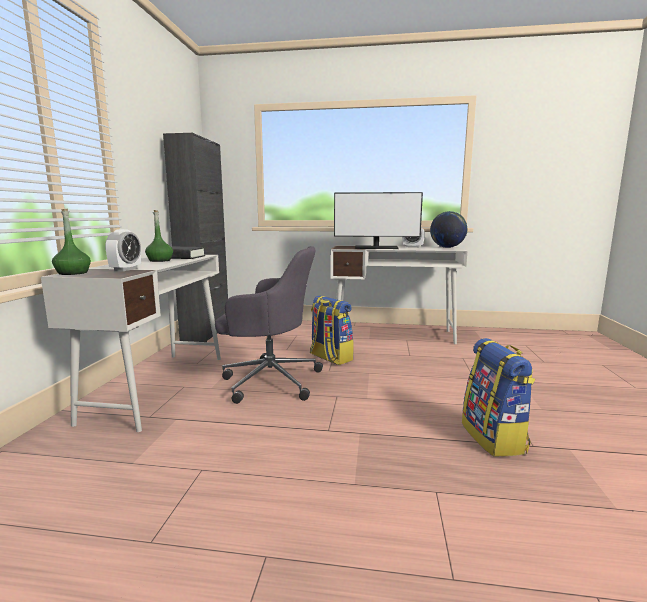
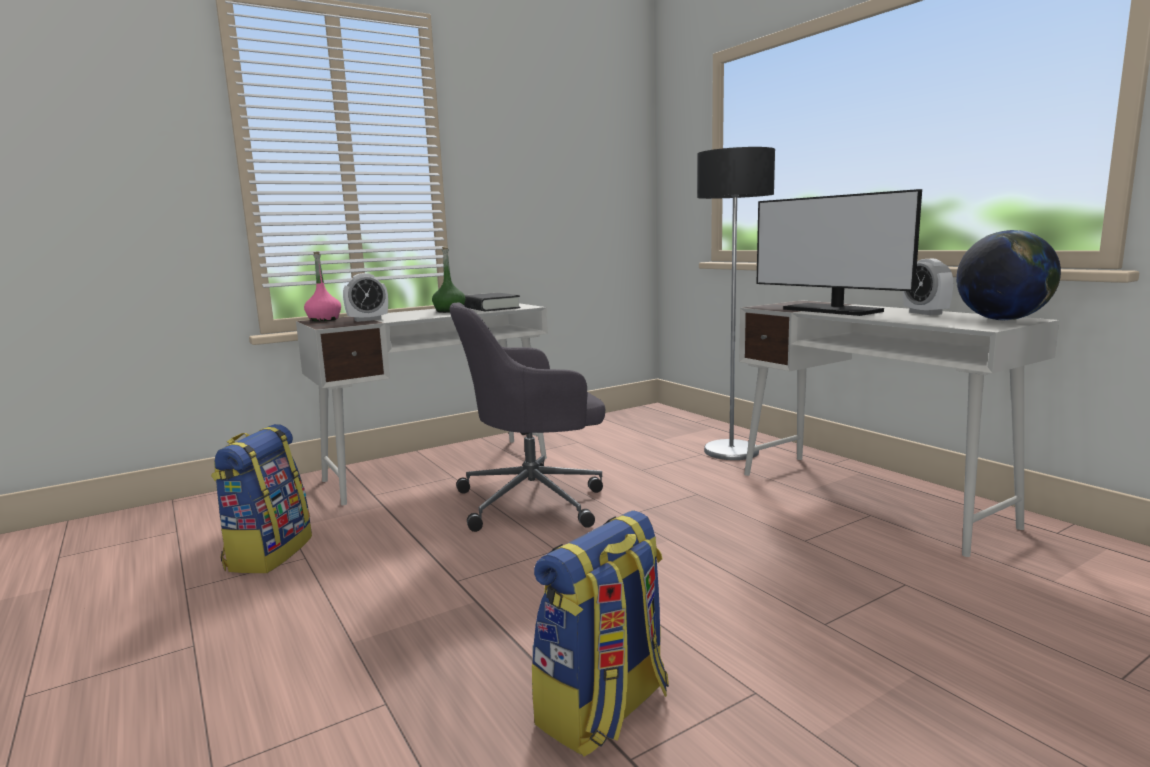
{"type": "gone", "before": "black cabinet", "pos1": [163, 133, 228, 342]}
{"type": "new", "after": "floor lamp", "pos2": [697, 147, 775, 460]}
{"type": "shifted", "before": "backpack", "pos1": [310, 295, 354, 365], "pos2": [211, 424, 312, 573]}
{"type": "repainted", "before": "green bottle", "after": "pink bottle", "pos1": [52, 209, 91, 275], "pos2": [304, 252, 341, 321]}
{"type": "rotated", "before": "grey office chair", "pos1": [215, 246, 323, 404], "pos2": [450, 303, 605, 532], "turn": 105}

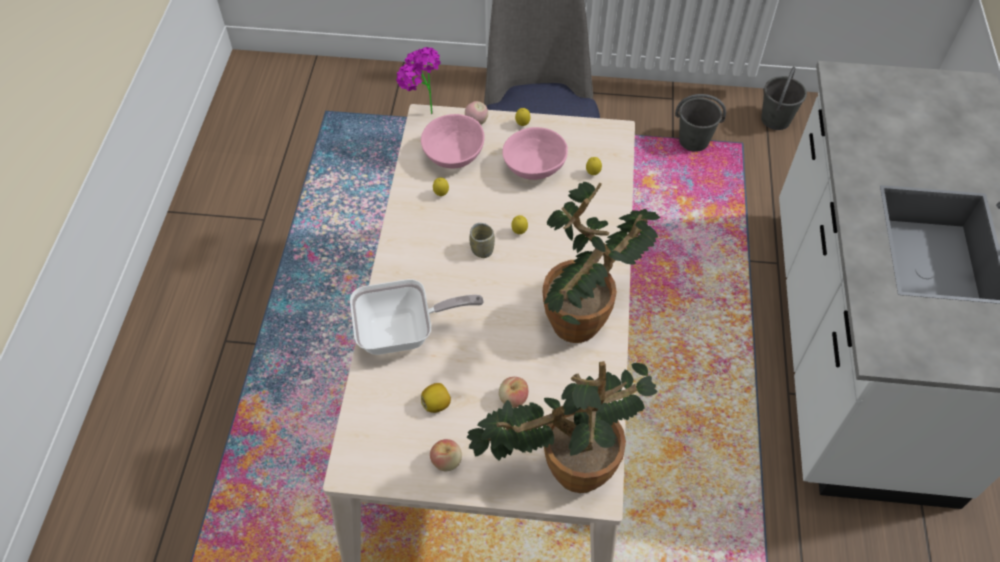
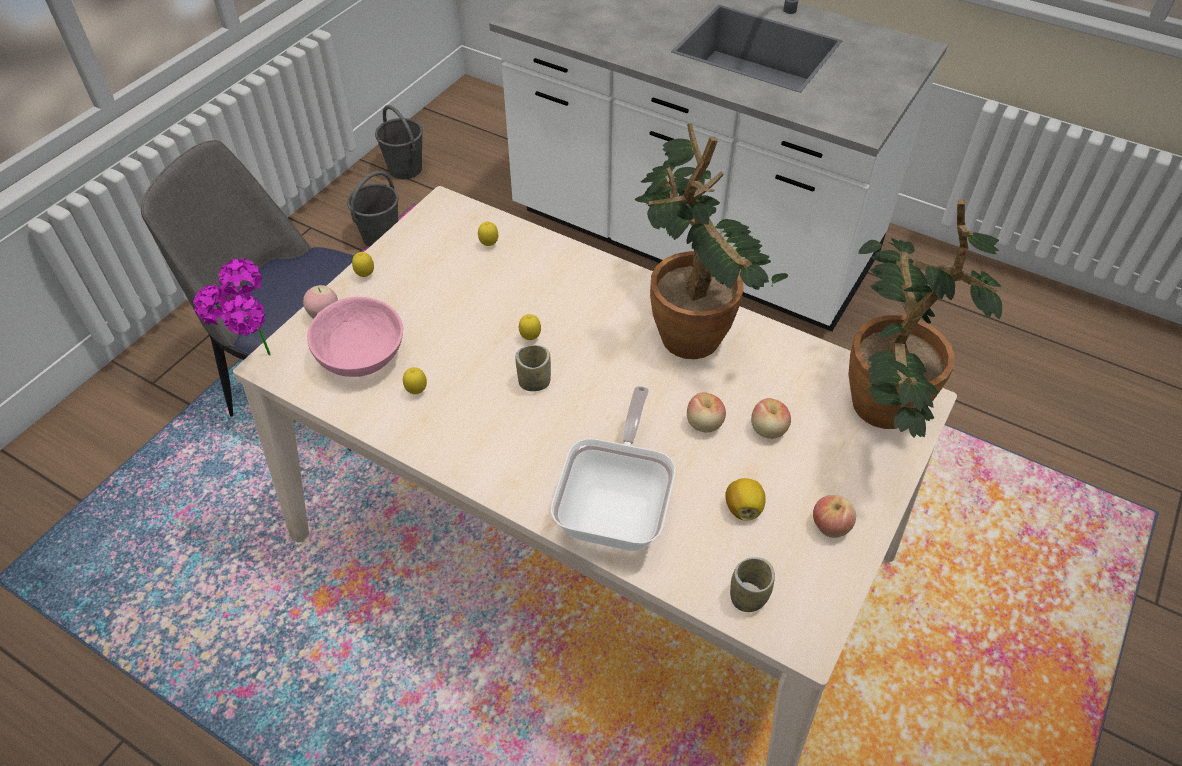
{"type": "gone", "before": "pink bowl", "pos1": [502, 127, 568, 180]}
{"type": "new", "after": "apple", "pos2": [687, 392, 726, 433]}
{"type": "new", "after": "cup", "pos2": [730, 557, 775, 612]}

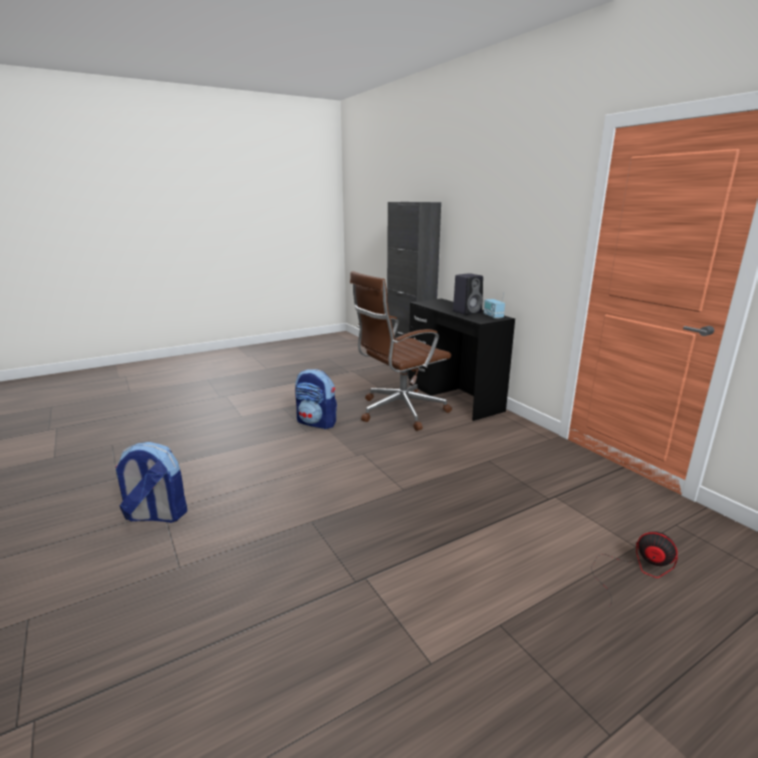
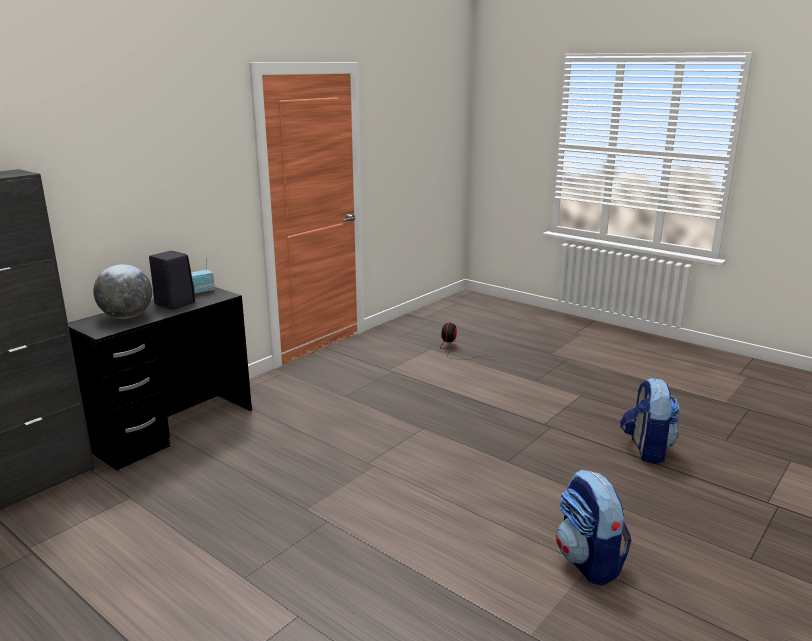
{"type": "gone", "before": "brown office chair", "pos1": [350, 271, 452, 431]}
{"type": "new", "after": "globe", "pos2": [93, 264, 152, 319]}
{"type": "shifted", "before": "backpack", "pos1": [295, 369, 337, 429], "pos2": [620, 377, 680, 464]}

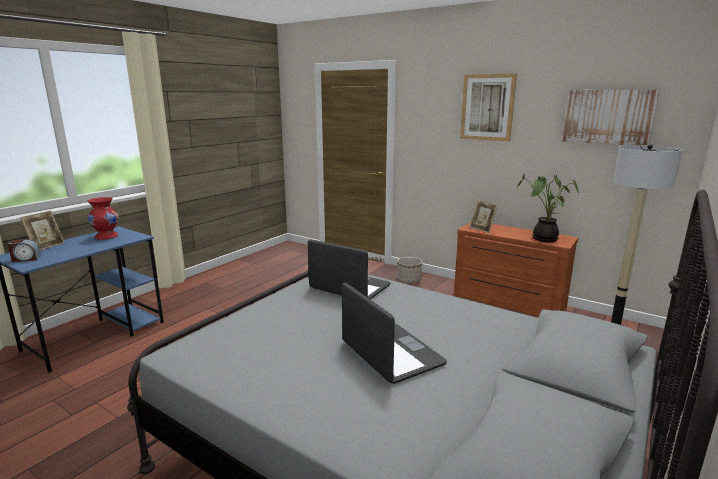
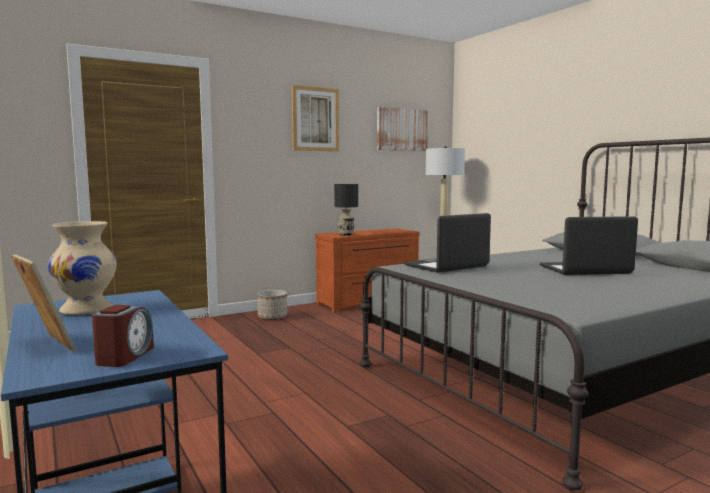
{"type": "gone", "before": "potted plant", "pos1": [517, 174, 579, 242]}
{"type": "swapped", "before": "picture frame", "after": "black table lamp", "pos1": [469, 200, 498, 233], "pos2": [334, 184, 358, 236]}
{"type": "repainted", "before": "red vase", "after": "beige vase", "pos1": [88, 197, 119, 240], "pos2": [48, 221, 117, 315]}

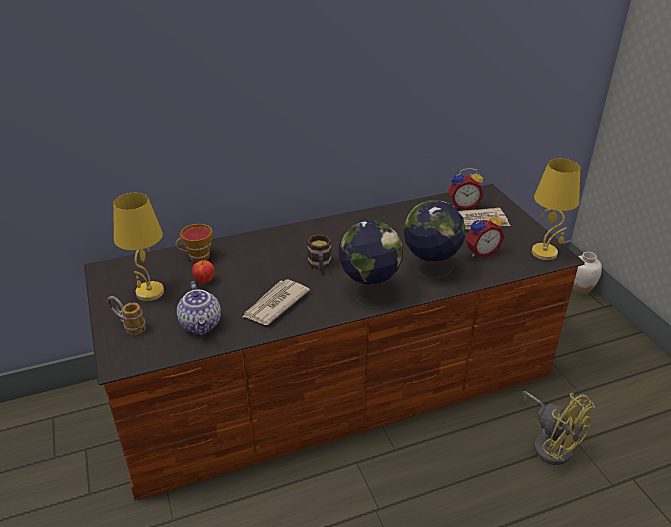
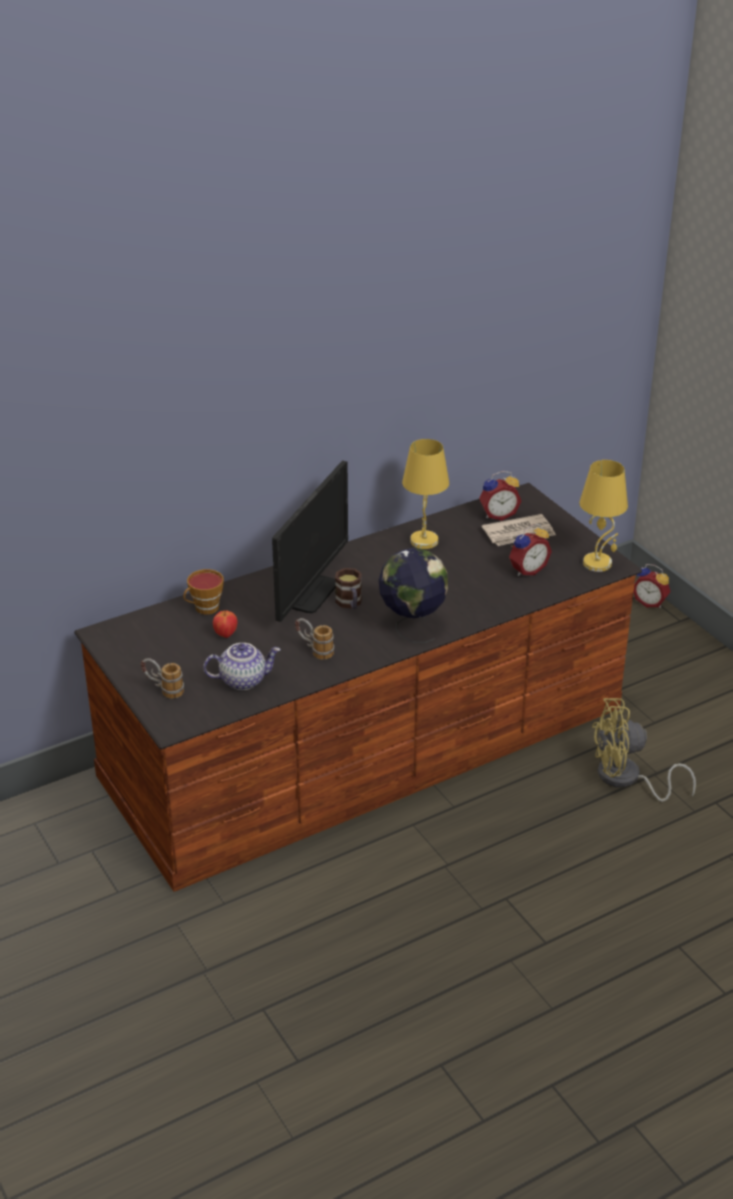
{"type": "gone", "before": "globe", "pos1": [403, 200, 466, 278]}
{"type": "new", "after": "monitor", "pos2": [272, 461, 348, 622]}
{"type": "shifted", "before": "yellow table lamp", "pos1": [113, 193, 164, 301], "pos2": [402, 439, 449, 549]}
{"type": "swapped", "before": "newspaper", "after": "mug", "pos1": [243, 279, 310, 325], "pos2": [295, 618, 334, 660]}
{"type": "swapped", "before": "white vase", "after": "alarm clock", "pos1": [572, 252, 602, 295], "pos2": [634, 564, 671, 608]}
{"type": "rotated", "before": "teapot", "pos1": [177, 281, 221, 335], "pos2": [203, 643, 281, 690], "turn": -75}
{"type": "rotated", "before": "yellow fan", "pos1": [522, 391, 595, 465], "pos2": [592, 698, 696, 802], "turn": 135}

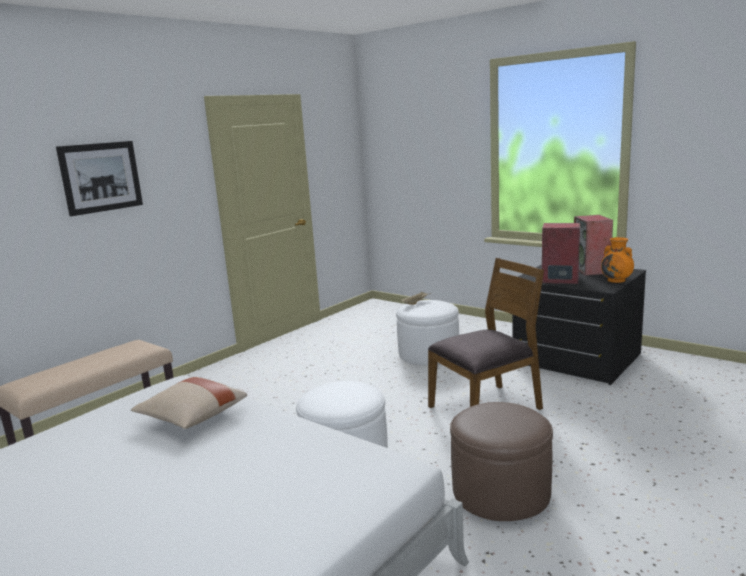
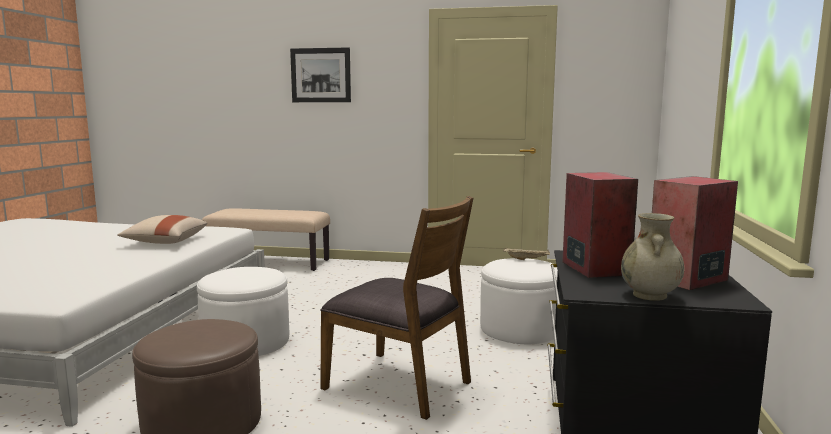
{"type": "repainted", "before": "orange vase", "after": "beige vase", "pos1": [601, 237, 634, 283], "pos2": [621, 213, 684, 301]}

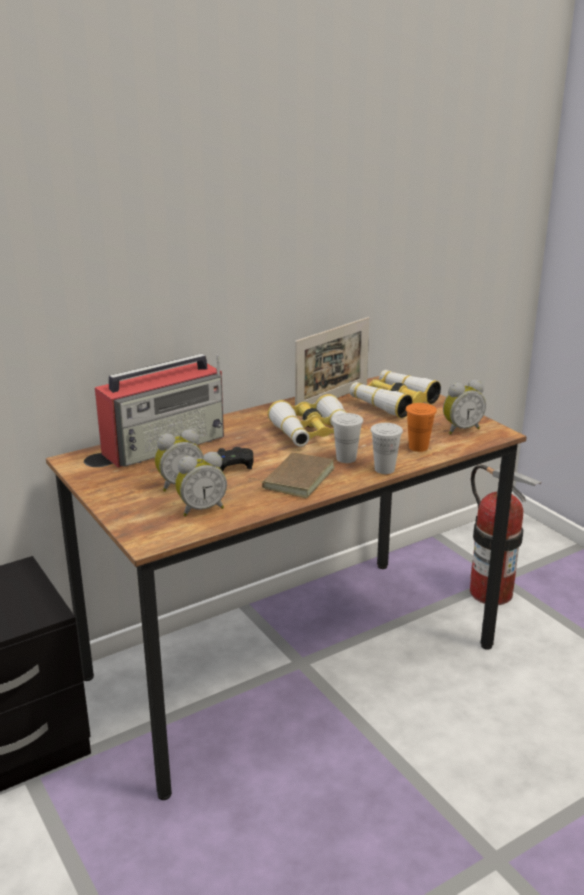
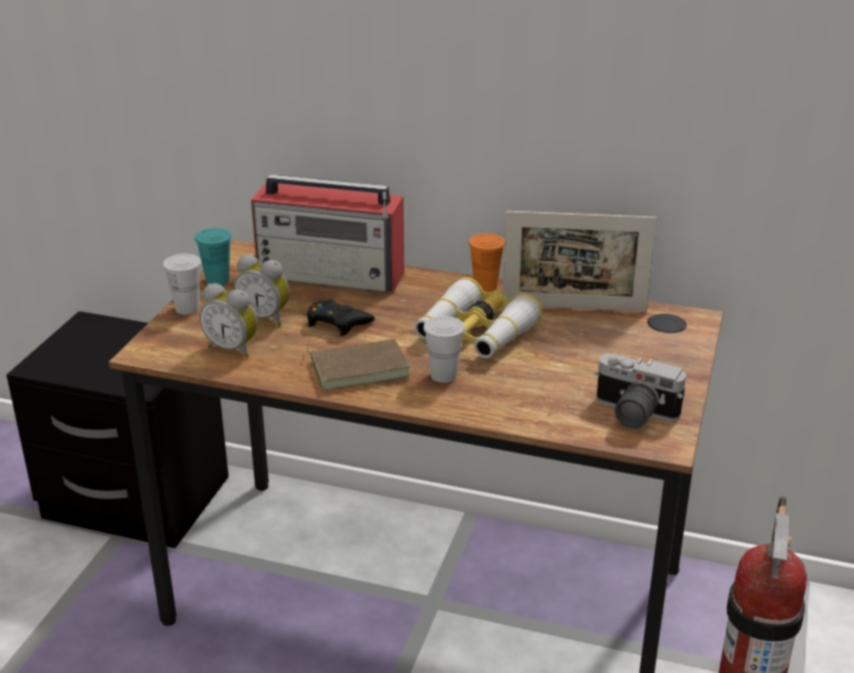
{"type": "gone", "before": "binoculars", "pos1": [350, 370, 441, 418]}
{"type": "new", "after": "turquoise cup", "pos2": [195, 228, 232, 286]}
{"type": "shifted", "before": "white cup", "pos1": [370, 423, 403, 474], "pos2": [163, 254, 201, 315]}
{"type": "shifted", "before": "orange cup", "pos1": [406, 403, 437, 452], "pos2": [468, 233, 505, 292]}
{"type": "swapped", "before": "alarm clock", "after": "photo camera", "pos1": [443, 380, 486, 434], "pos2": [594, 354, 686, 429]}

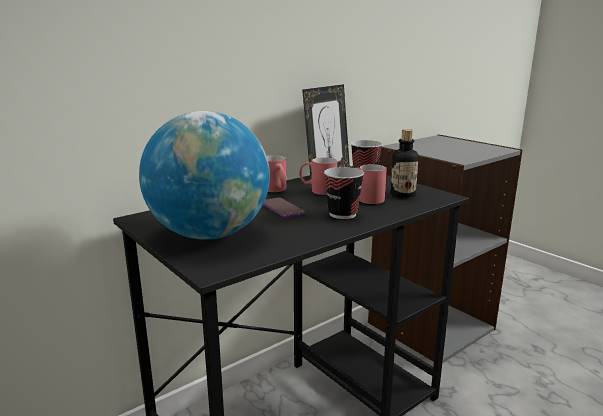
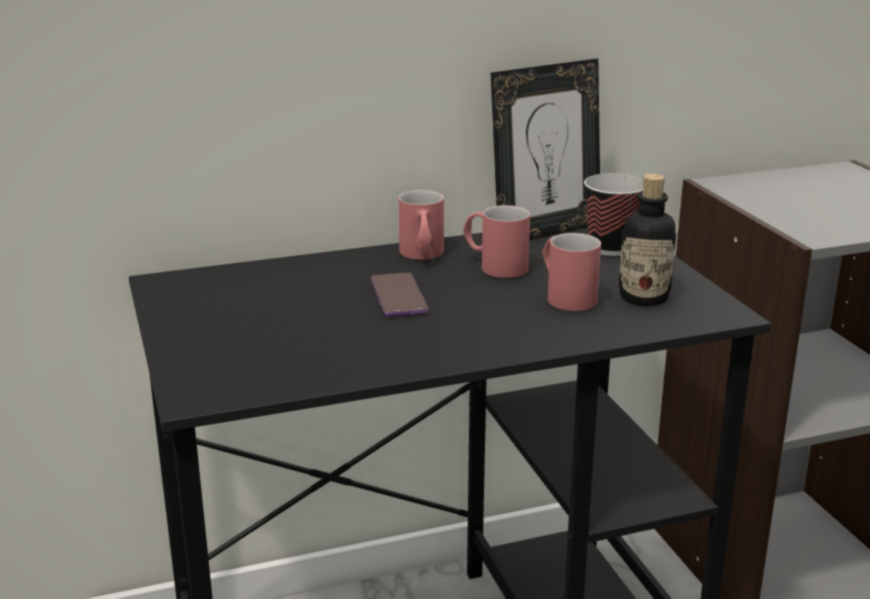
{"type": "gone", "before": "globe", "pos1": [139, 111, 270, 240]}
{"type": "gone", "before": "cup", "pos1": [324, 167, 364, 219]}

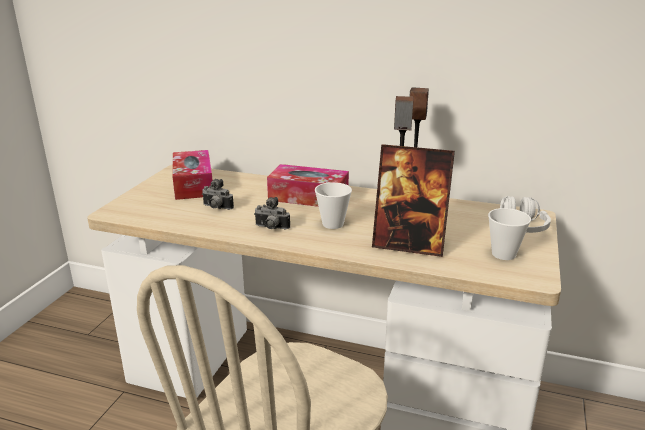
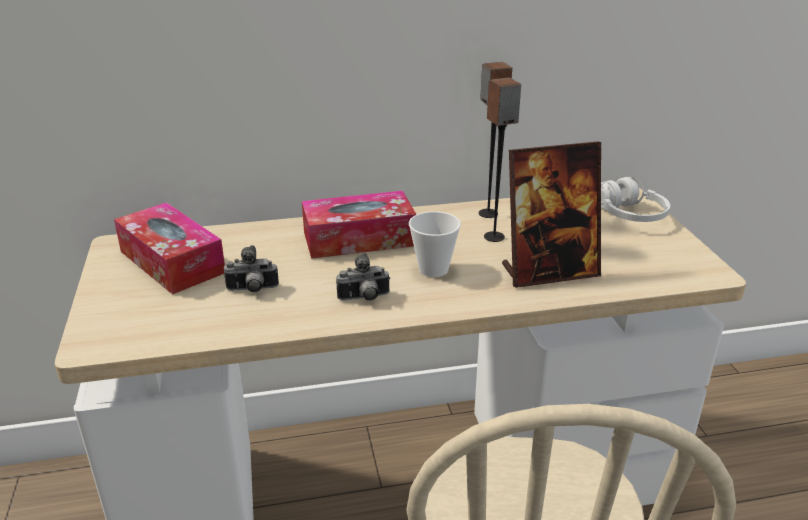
{"type": "gone", "before": "cup", "pos1": [488, 208, 531, 260]}

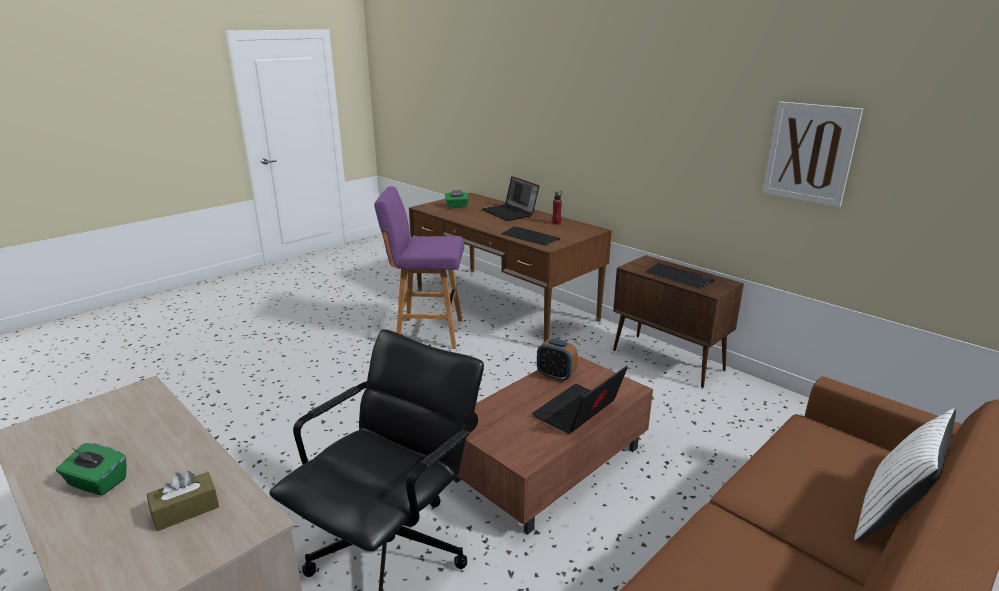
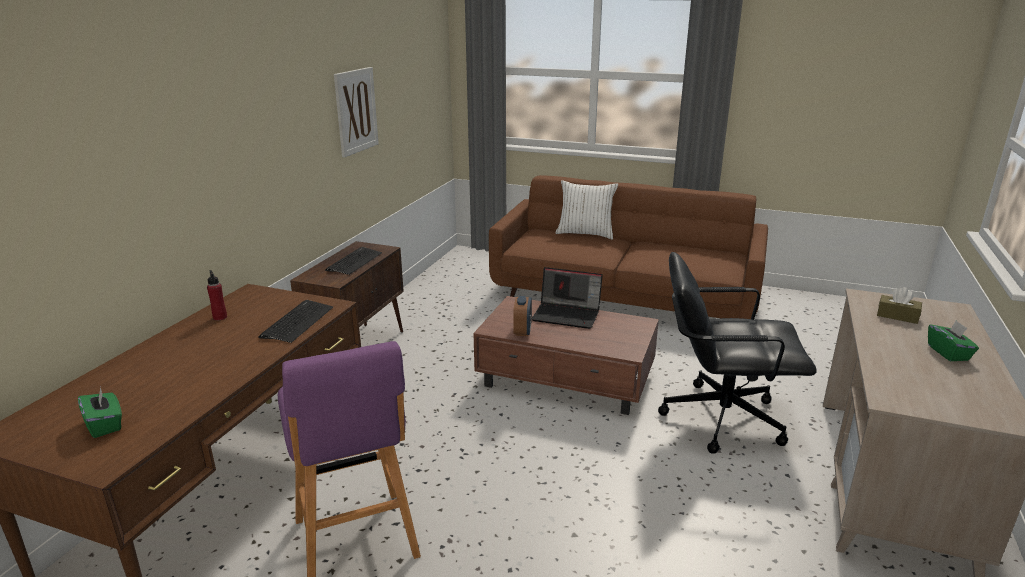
{"type": "gone", "before": "laptop", "pos1": [482, 176, 539, 221]}

